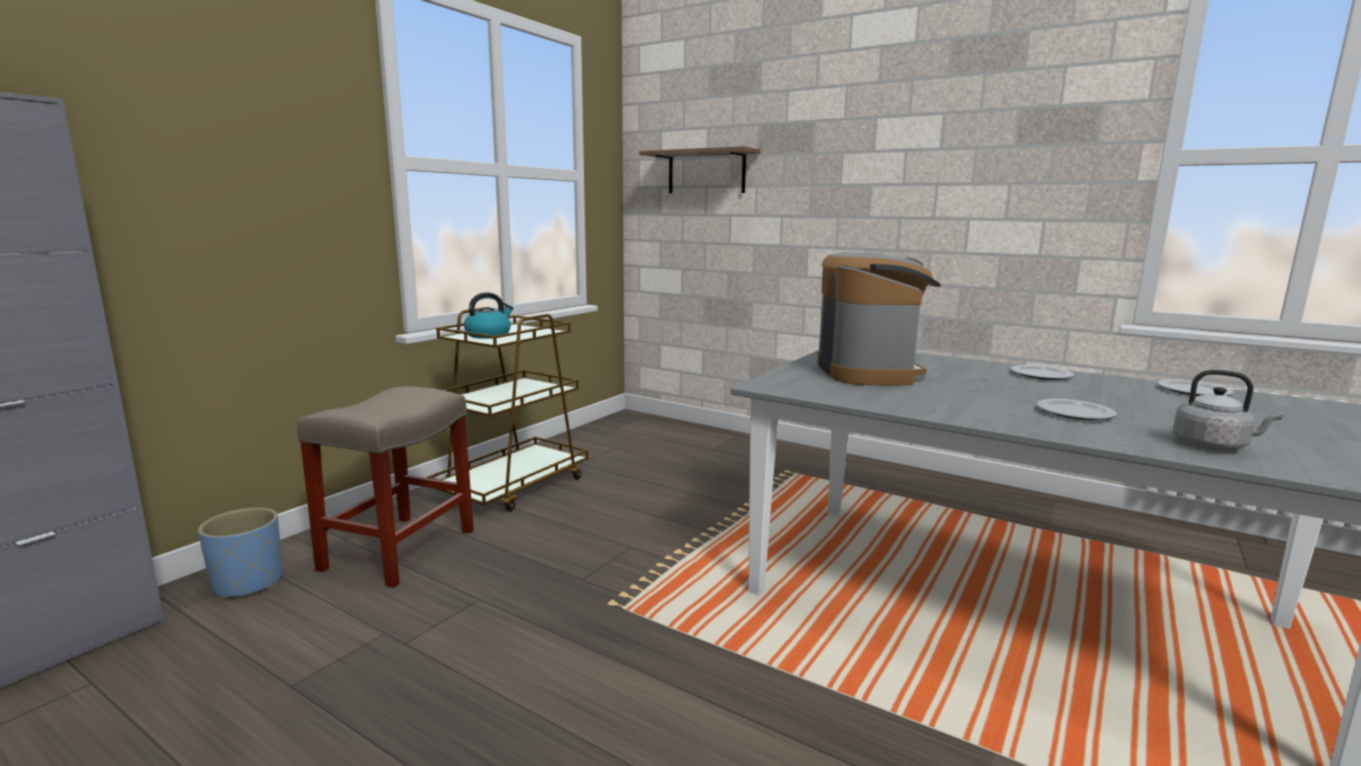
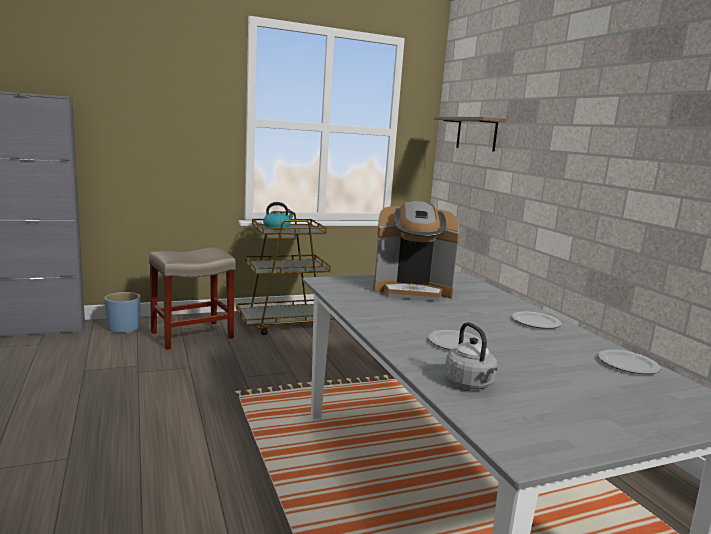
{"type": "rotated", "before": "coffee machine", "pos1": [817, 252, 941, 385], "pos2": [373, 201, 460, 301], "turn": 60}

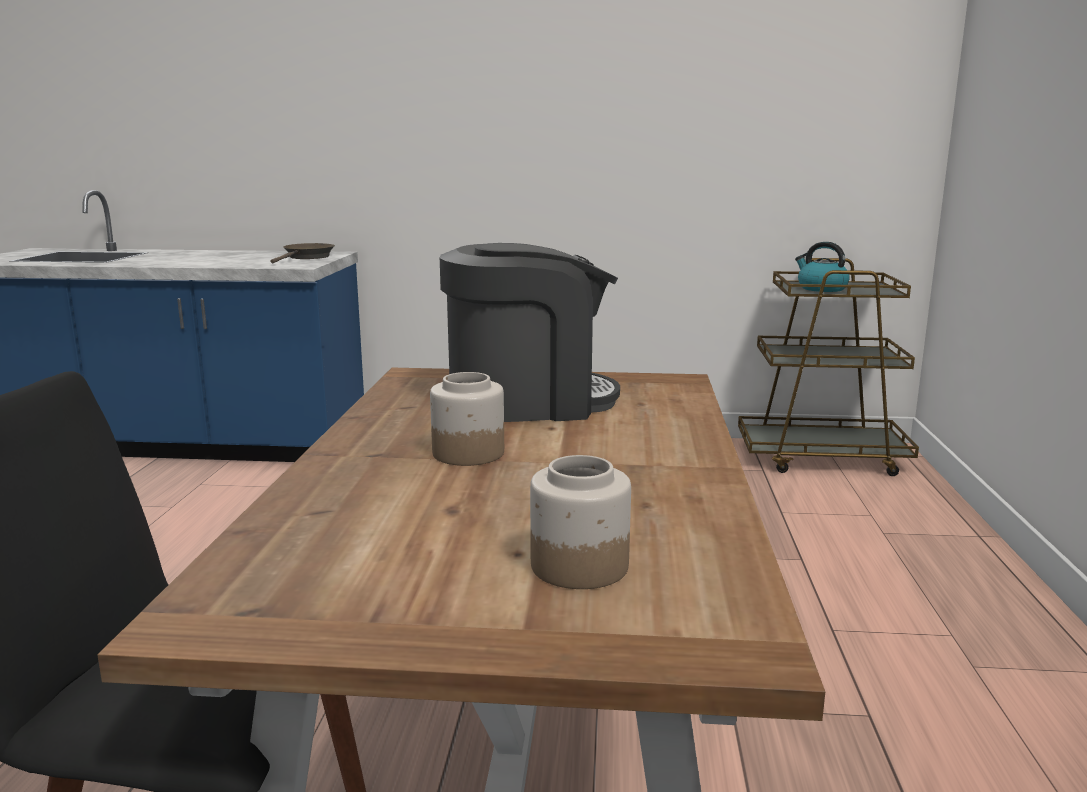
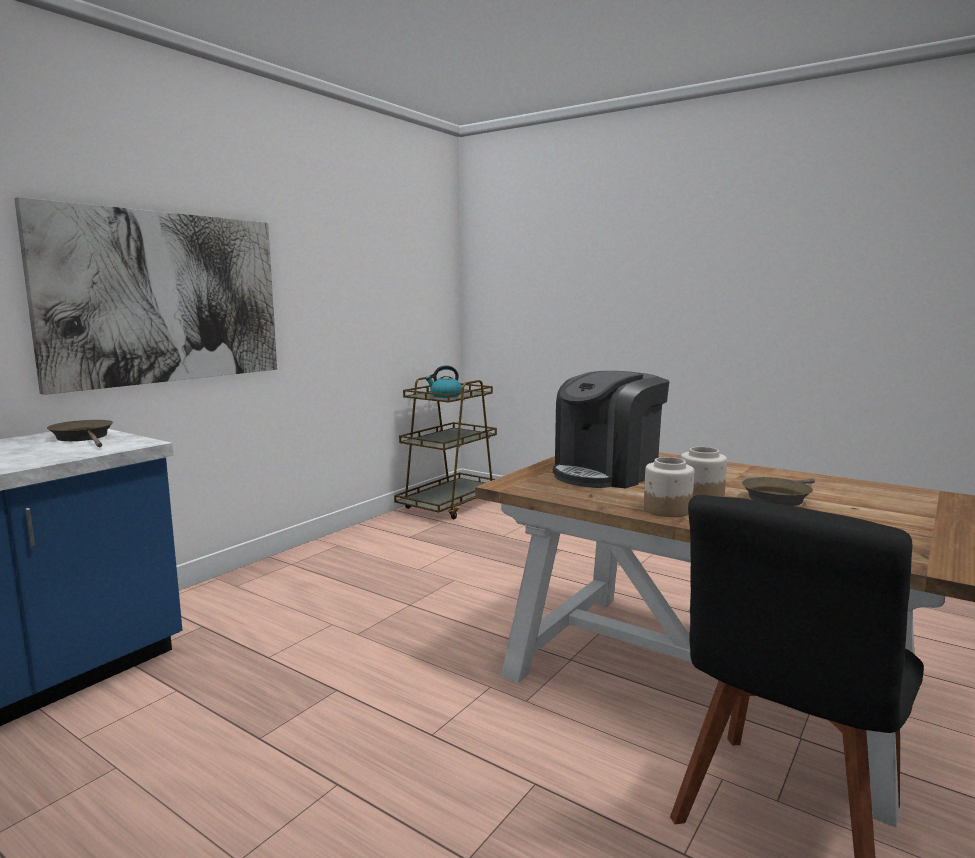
{"type": "new", "after": "picture", "pos2": [14, 197, 277, 395]}
{"type": "new", "after": "brown frying pan", "pos2": [742, 477, 815, 506]}
{"type": "shifted", "before": "jar", "pos1": [530, 455, 631, 589], "pos2": [644, 457, 694, 517]}
{"type": "rotated", "before": "coffee machine", "pos1": [440, 243, 620, 422], "pos2": [553, 371, 669, 488], "turn": -150}

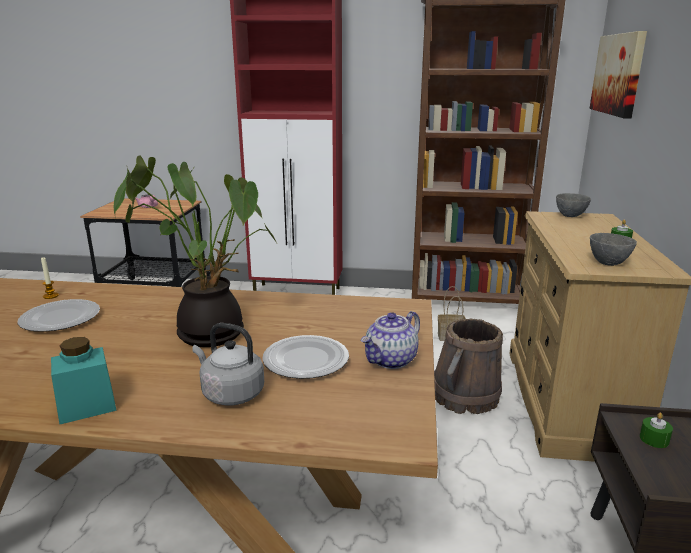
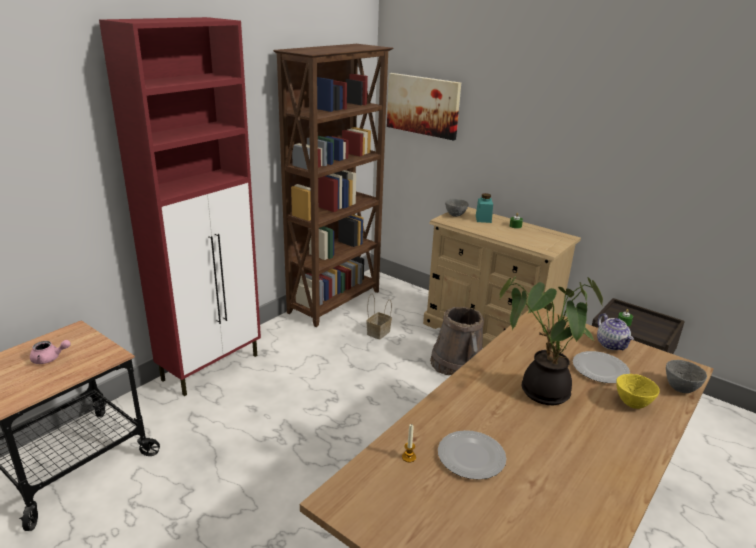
{"type": "shifted", "before": "turquoise jar", "pos1": [51, 337, 117, 424], "pos2": [476, 193, 493, 223]}
{"type": "shifted", "before": "grey bowl", "pos1": [590, 233, 637, 266], "pos2": [666, 360, 707, 393]}
{"type": "swapped", "before": "grey kettle", "after": "yellow bowl", "pos1": [192, 323, 264, 406], "pos2": [616, 374, 660, 409]}

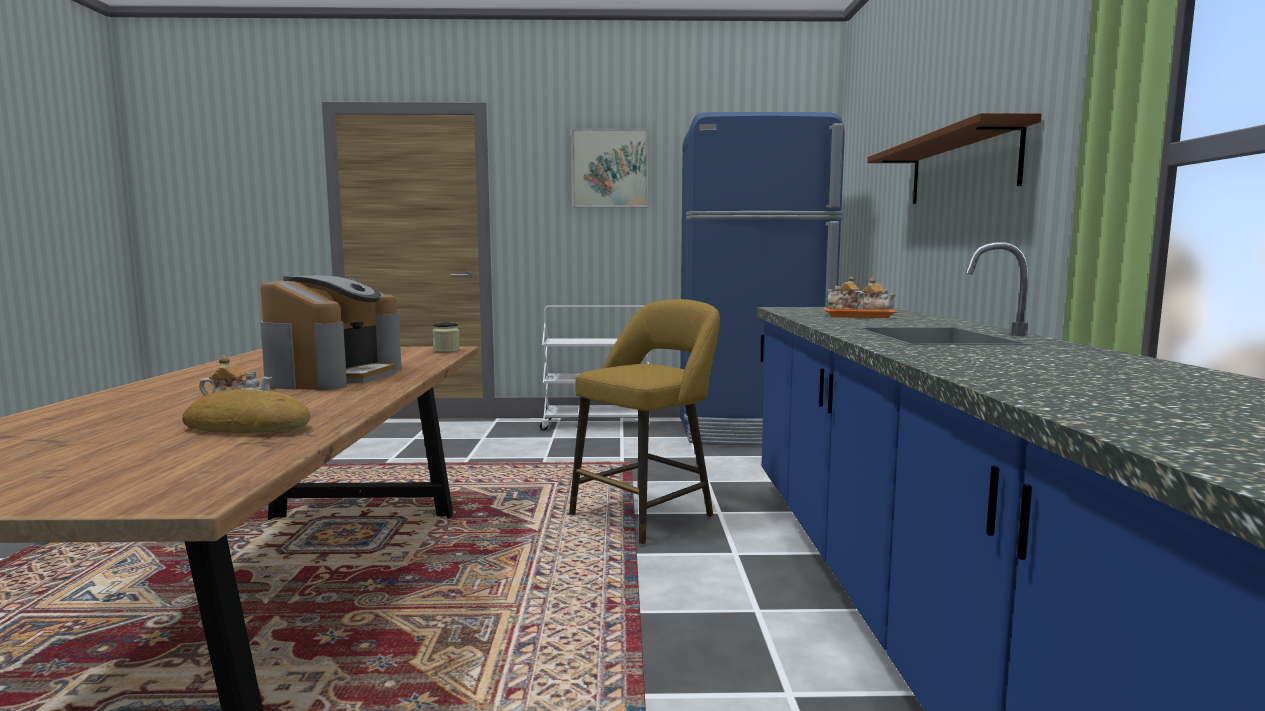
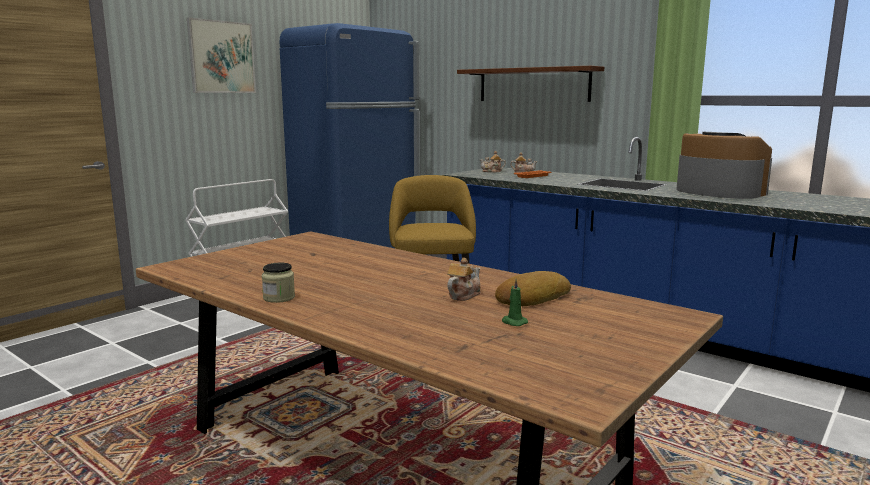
{"type": "new", "after": "green candle", "pos2": [502, 279, 528, 326]}
{"type": "shifted", "before": "coffee machine", "pos1": [261, 275, 402, 390], "pos2": [676, 132, 772, 199]}
{"type": "shifted", "before": "jar", "pos1": [433, 322, 460, 353], "pos2": [262, 263, 295, 303]}

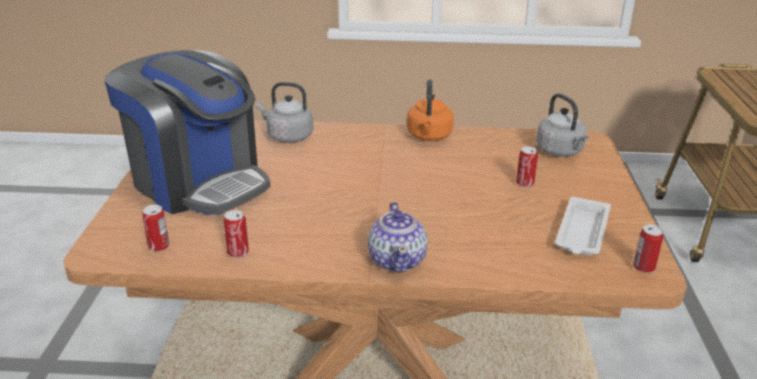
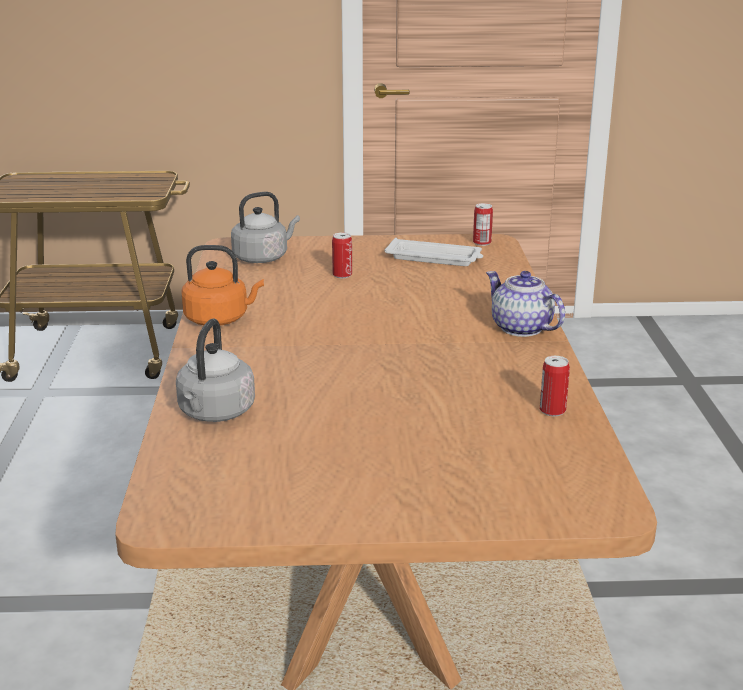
{"type": "gone", "before": "coffee machine", "pos1": [104, 50, 271, 215]}
{"type": "gone", "before": "can", "pos1": [142, 205, 169, 252]}
{"type": "rotated", "before": "teapot", "pos1": [368, 202, 428, 273], "pos2": [486, 271, 565, 337], "turn": -120}

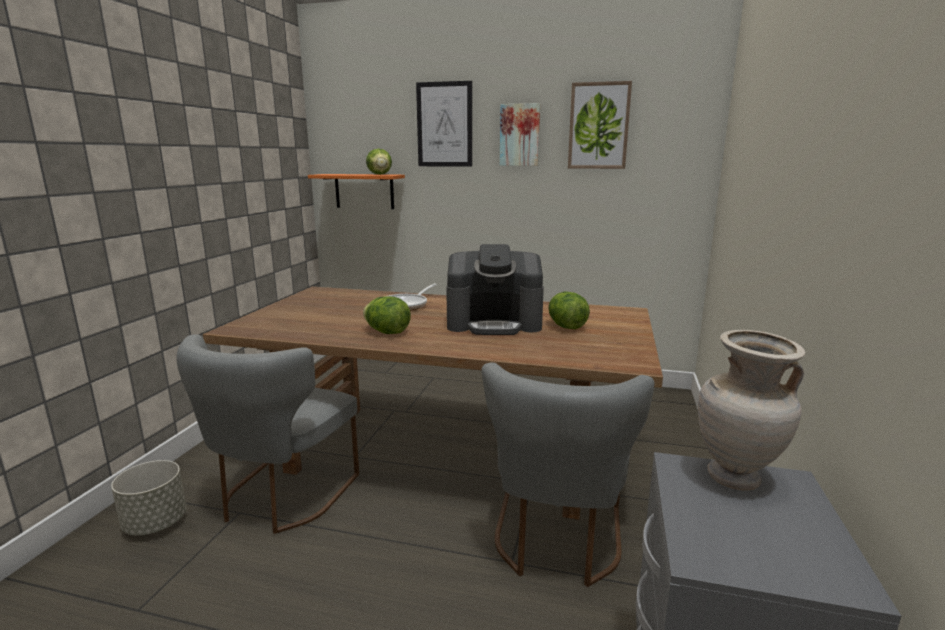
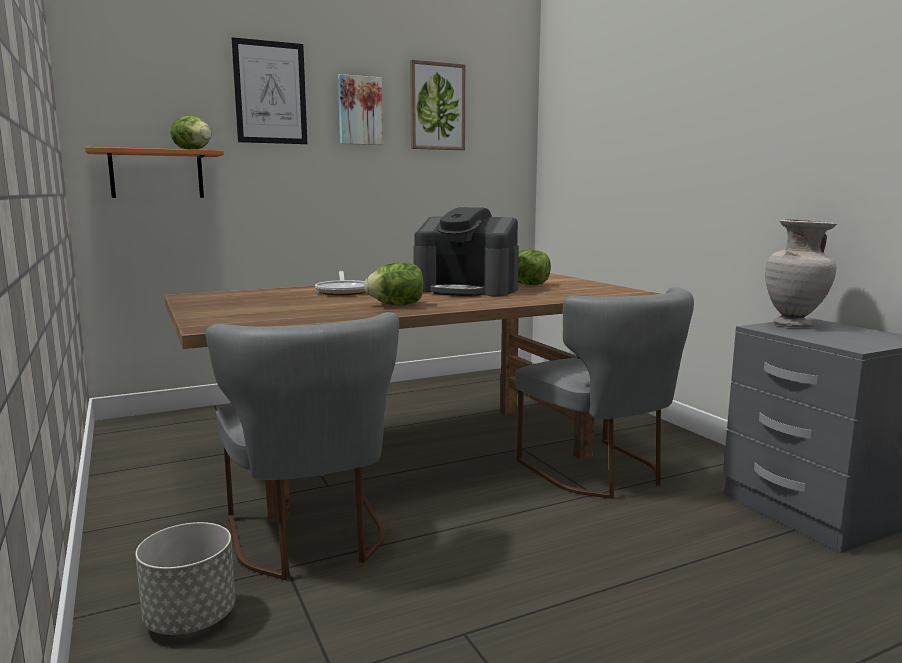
{"type": "rotated", "before": "coffee machine", "pos1": [446, 244, 544, 335], "pos2": [413, 207, 519, 296], "turn": 60}

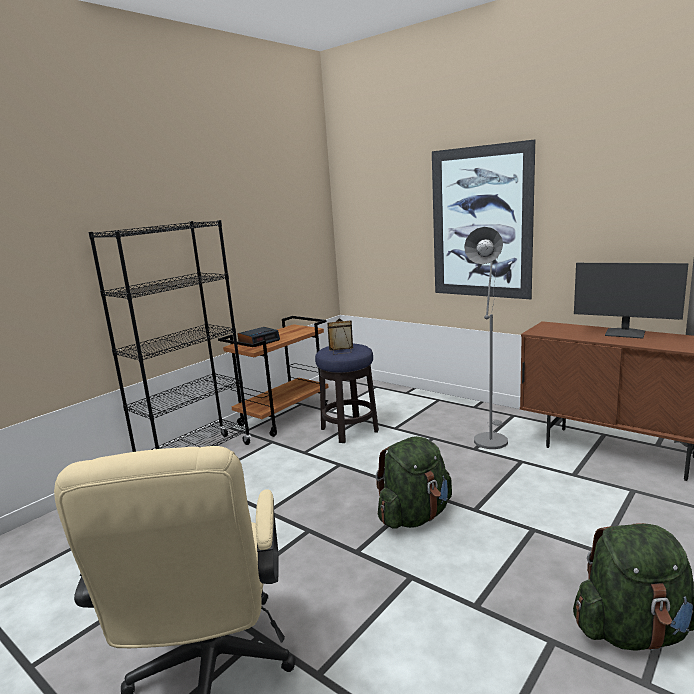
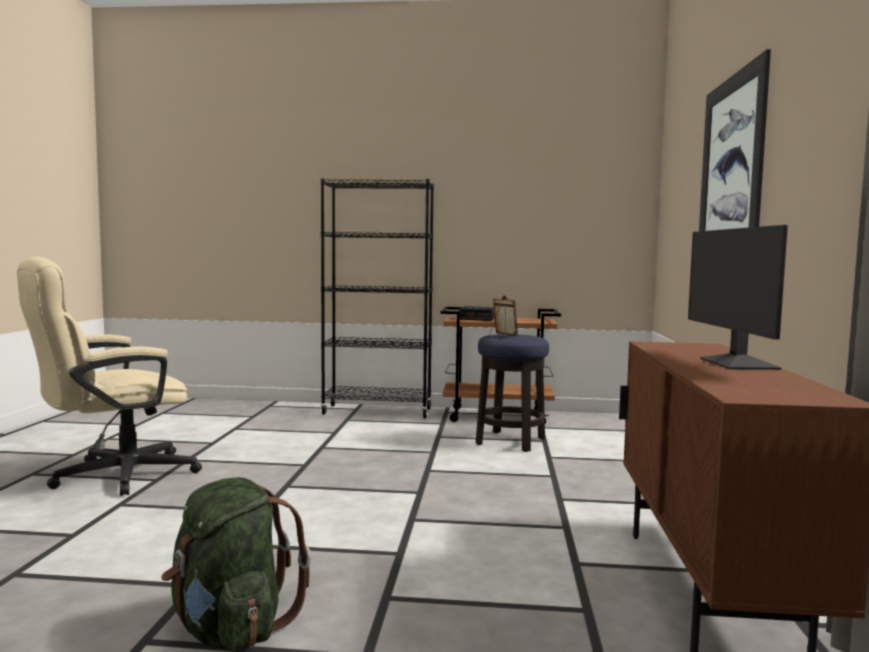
{"type": "gone", "before": "green backpack", "pos1": [376, 436, 452, 529]}
{"type": "gone", "before": "grey floor lamp", "pos1": [464, 227, 508, 449]}

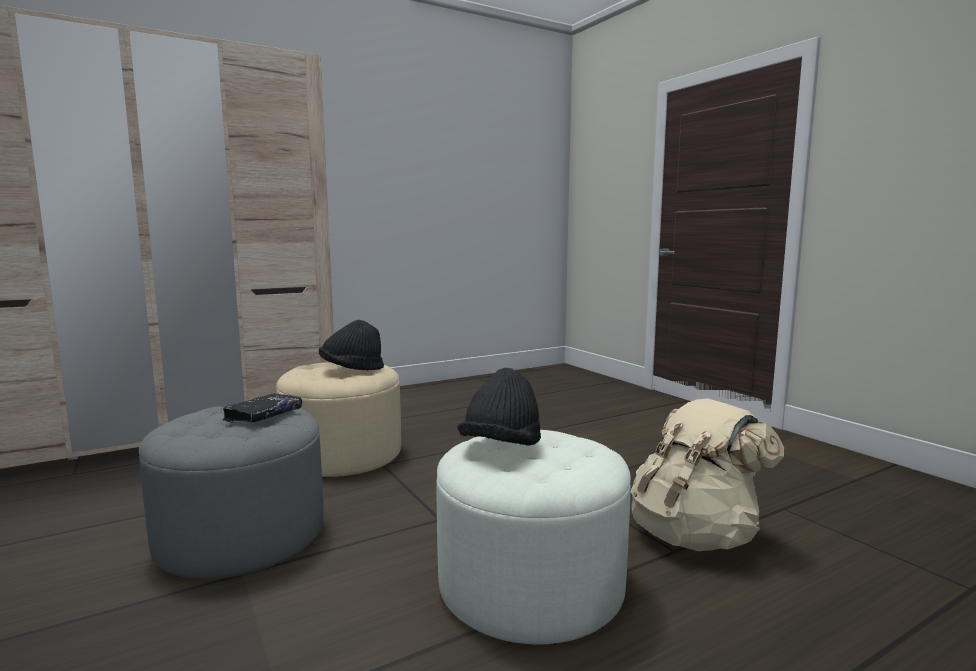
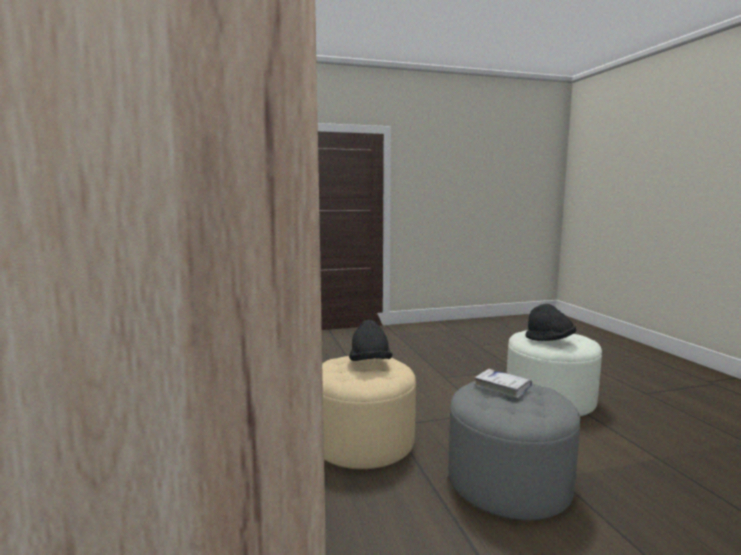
{"type": "gone", "before": "beige backpack", "pos1": [631, 398, 784, 551]}
{"type": "repainted", "before": "black book", "after": "white book", "pos1": [222, 393, 302, 423], "pos2": [474, 369, 532, 398]}

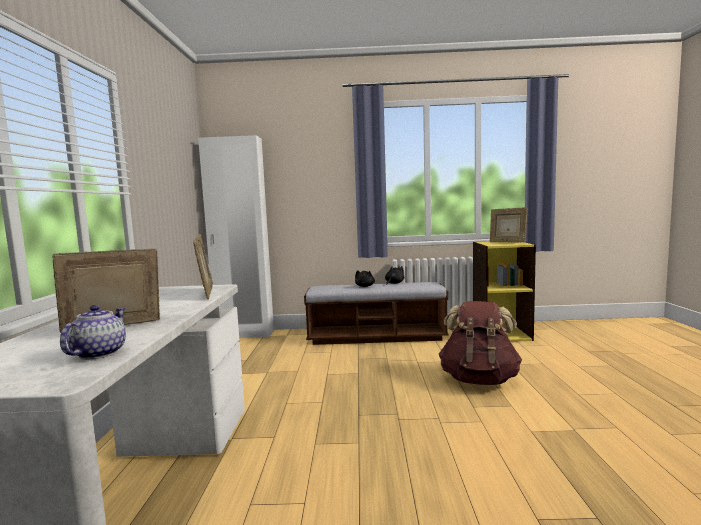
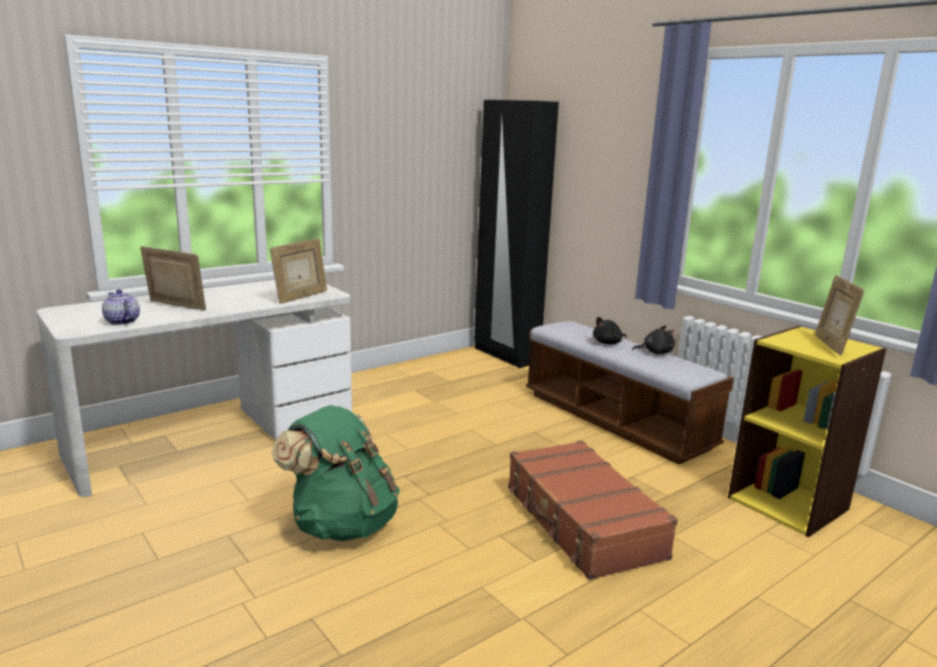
{"type": "new", "after": "green backpack", "pos2": [271, 405, 400, 541]}
{"type": "swapped", "before": "brown backpack", "after": "brown suitcase", "pos1": [439, 301, 522, 385], "pos2": [508, 441, 678, 580]}
{"type": "repainted", "before": "white wardrobe", "after": "black wardrobe", "pos1": [198, 135, 274, 338], "pos2": [474, 100, 559, 368]}
{"type": "rotated", "before": "teapot", "pos1": [60, 305, 126, 360], "pos2": [102, 289, 140, 325], "turn": -105}

